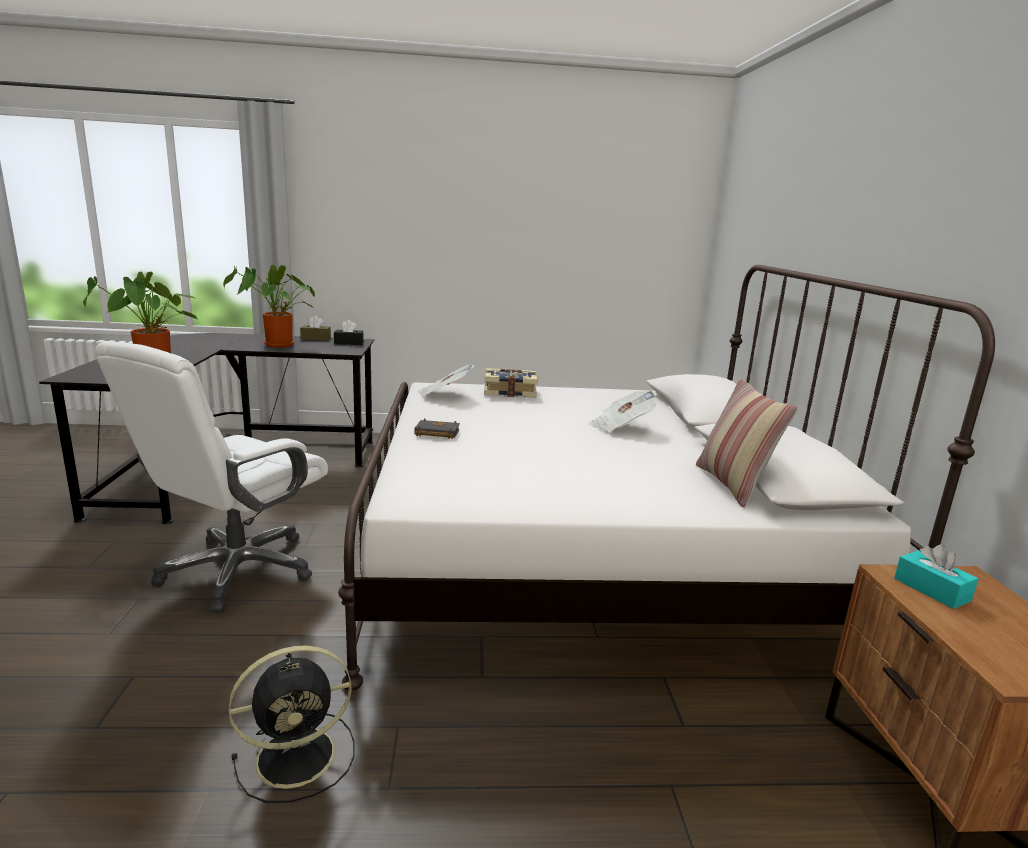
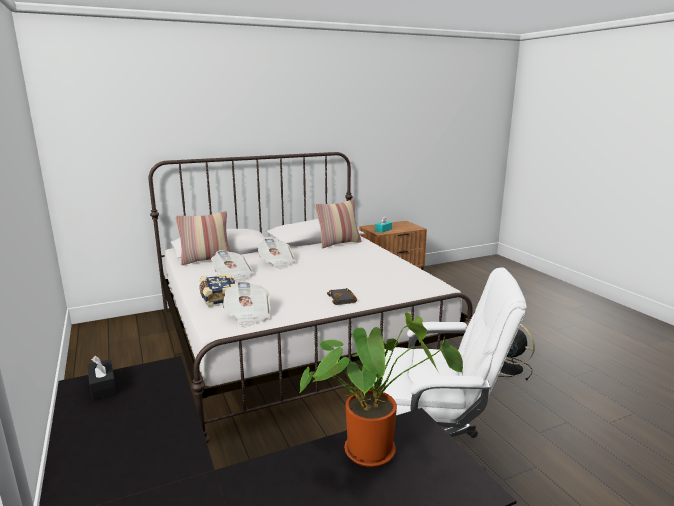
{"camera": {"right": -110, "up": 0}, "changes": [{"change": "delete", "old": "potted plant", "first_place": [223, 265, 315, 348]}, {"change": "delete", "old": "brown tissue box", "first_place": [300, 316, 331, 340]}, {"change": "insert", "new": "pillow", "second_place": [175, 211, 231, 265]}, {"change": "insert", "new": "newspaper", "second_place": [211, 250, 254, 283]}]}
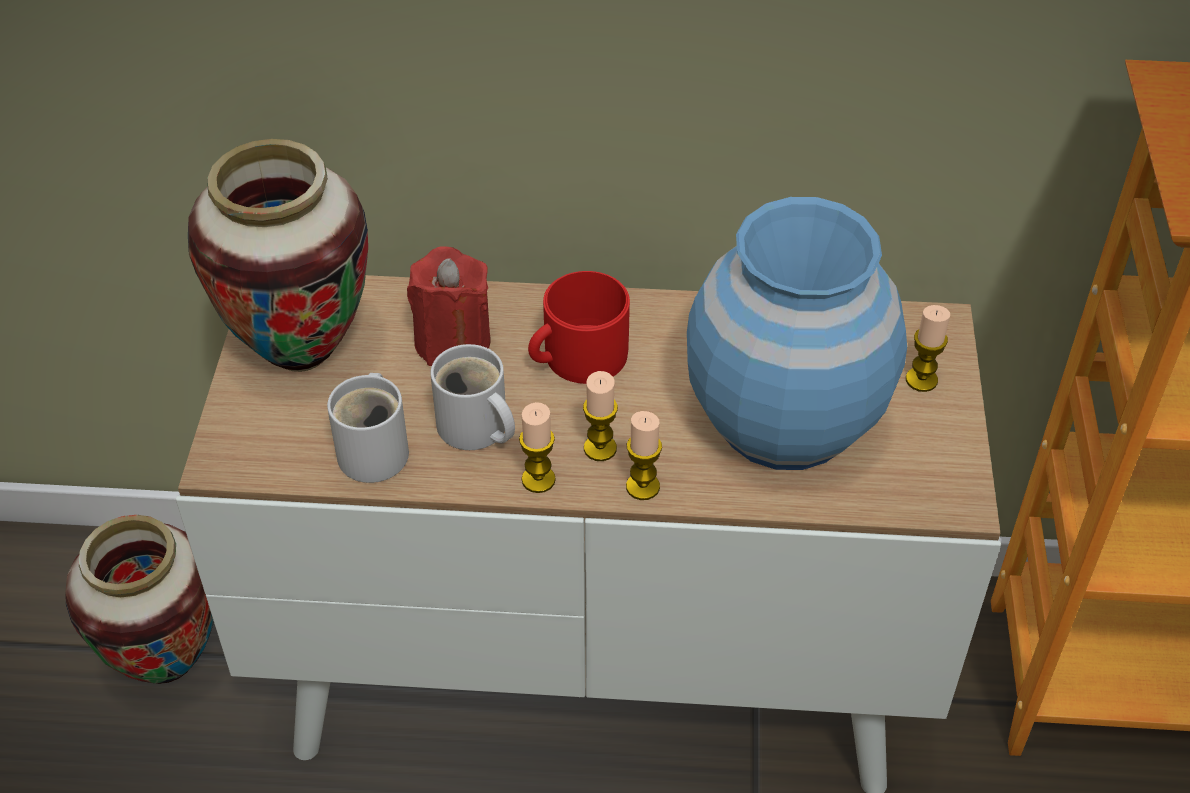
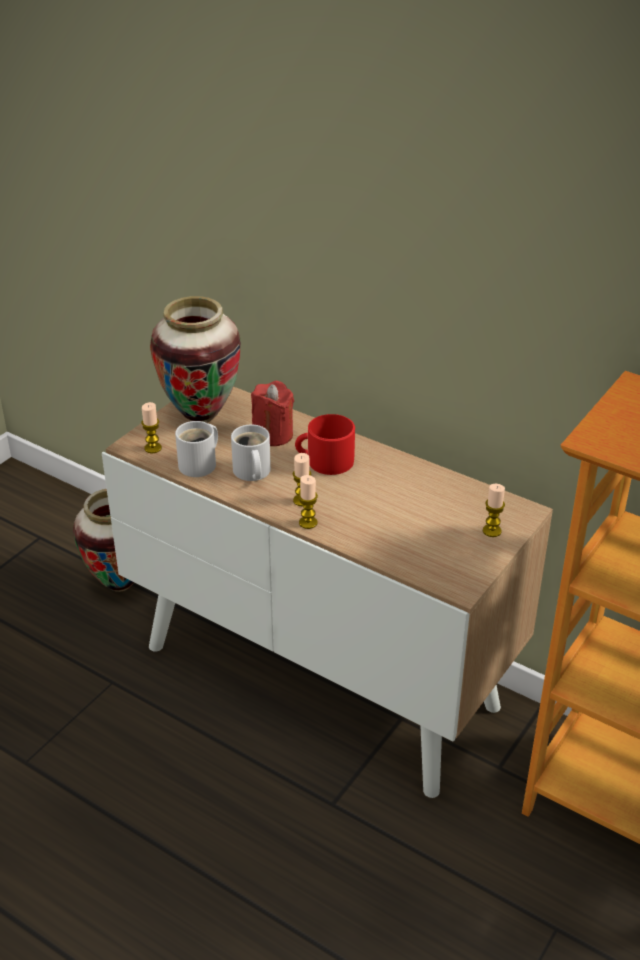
{"camera": {"right": 30, "up": -10}, "changes": [{"change": "move", "old": "candle", "first_place": [519, 402, 556, 493], "second_place": [141, 402, 162, 453]}, {"change": "delete", "old": "blue vase", "first_place": [687, 197, 907, 470]}]}
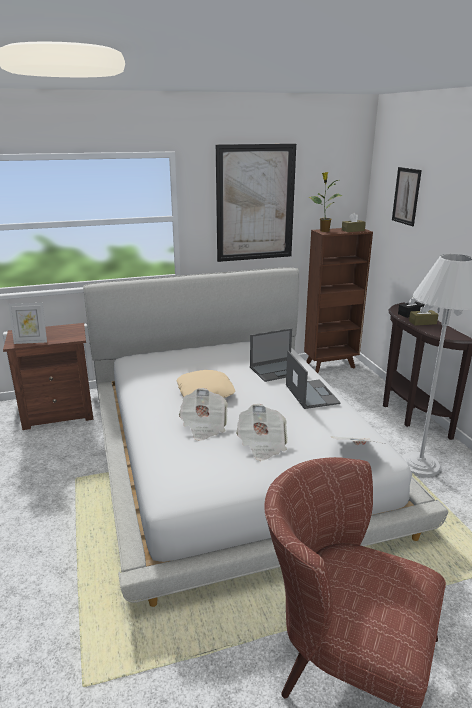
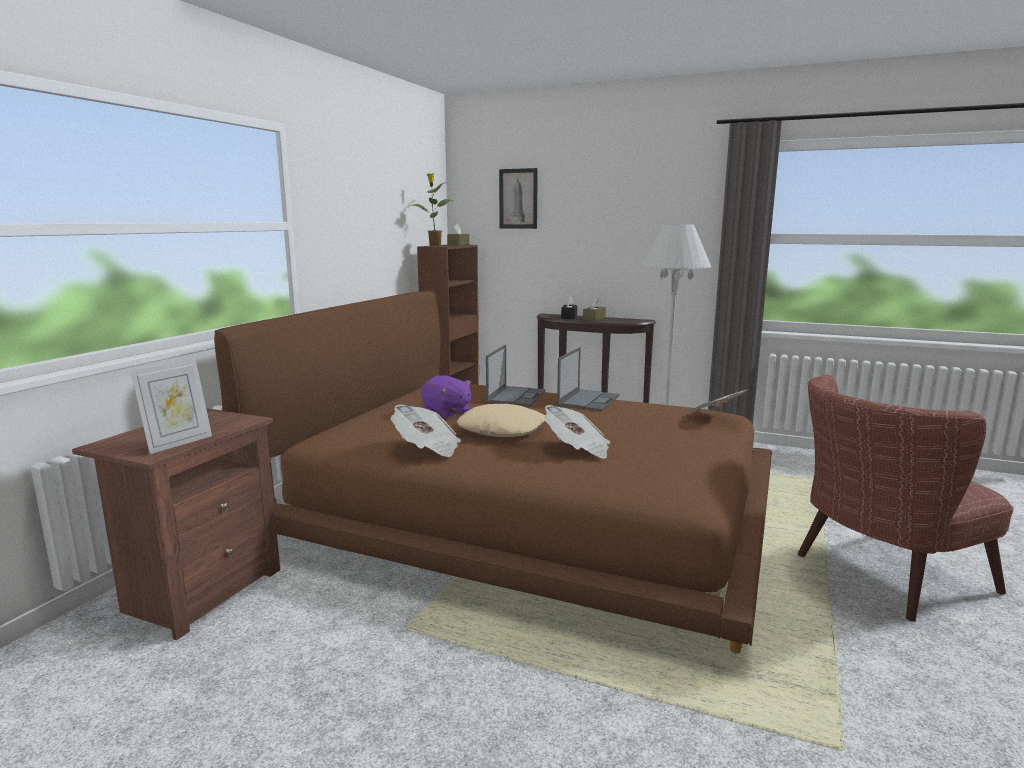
{"camera": {"right": -50, "up": -10}, "changes": [{"change": "recolor", "old": "white bed", "new": "brown bed", "first_place": [83, 267, 448, 607], "second_place": [214, 291, 772, 654]}, {"change": "delete", "old": "picture", "first_place": [216, 144, 296, 262]}, {"change": "move", "old": "newspaper", "first_place": [236, 404, 288, 461], "second_place": [391, 404, 461, 457]}, {"change": "rotate", "old": "laptop", "first_place": [286, 350, 341, 409], "second_place": [557, 347, 620, 411], "degrees": 90}, {"change": "insert", "new": "purple plush toy", "second_place": [421, 376, 471, 418]}]}
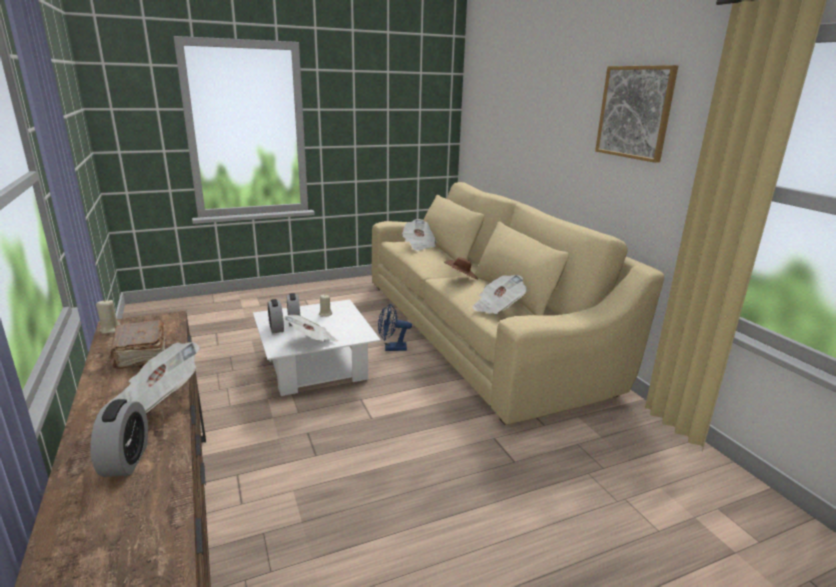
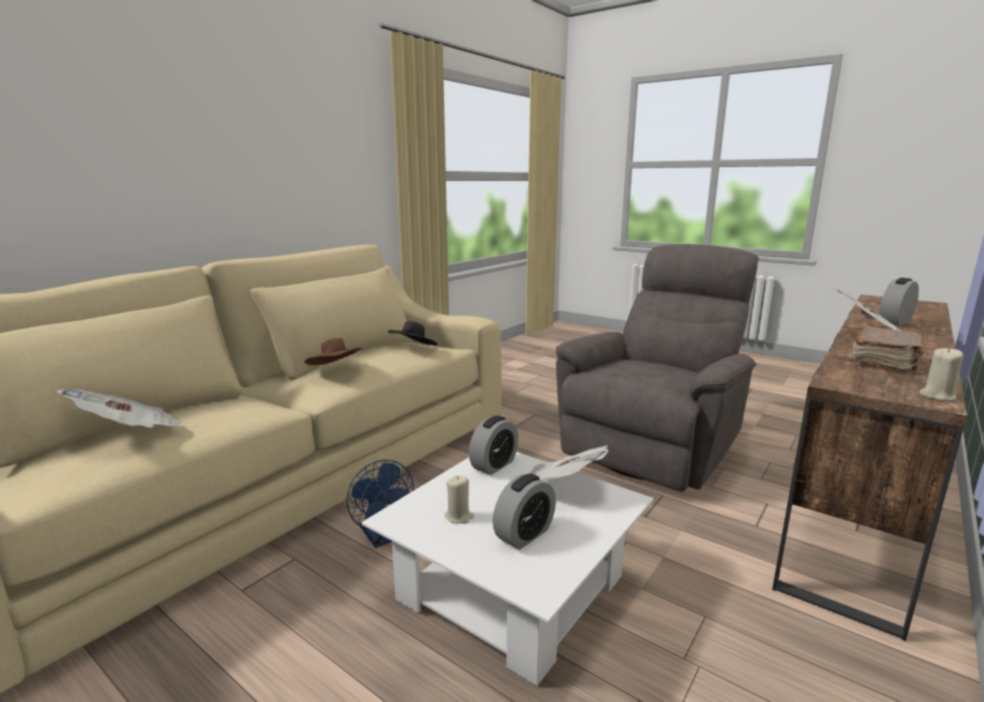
{"camera": {"right": -120, "up": -5}, "changes": [{"change": "move", "old": "alarm clock", "first_place": [268, 299, 284, 333], "second_place": [469, 416, 518, 475]}, {"change": "replace", "old": "newspaper", "new": "black hat", "first_place": [472, 275, 527, 315], "second_place": [388, 322, 437, 345]}, {"change": "delete", "old": "picture", "first_place": [595, 65, 678, 163]}, {"change": "insert", "new": "grey armchair", "second_place": [556, 244, 759, 492]}]}
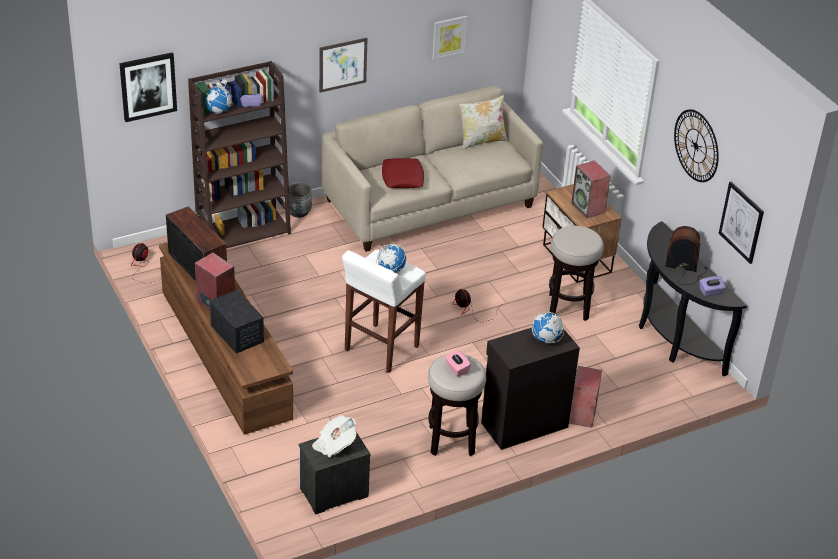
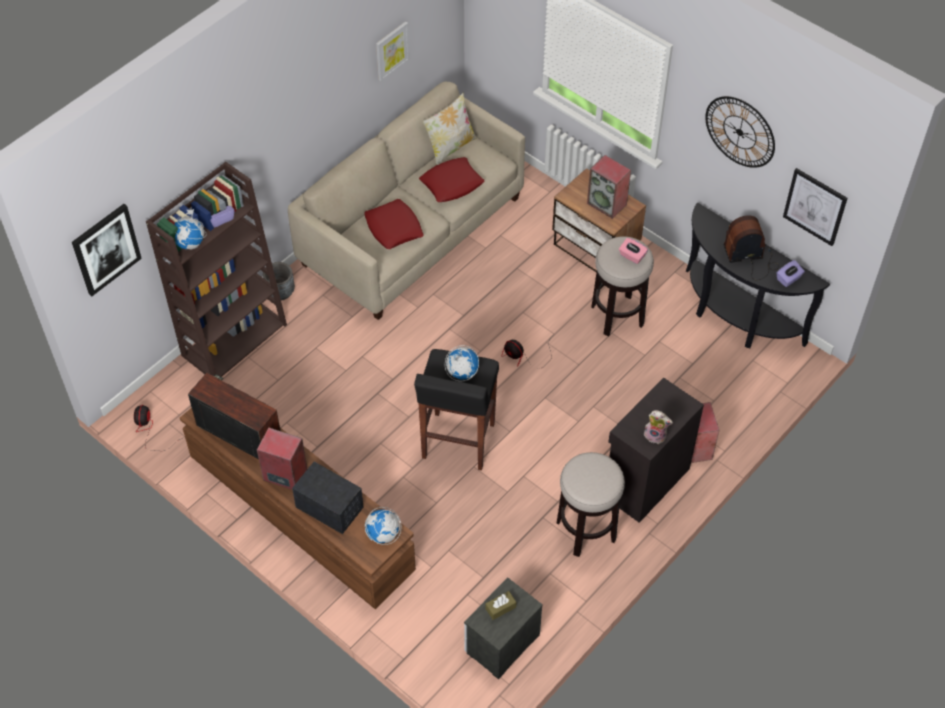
{"camera": {"right": -20, "up": 15}, "changes": [{"change": "replace", "old": "newspaper", "new": "brown tissue box", "first_place": [312, 415, 357, 458], "second_place": [485, 591, 516, 620]}, {"change": "delete", "old": "picture", "first_place": [319, 38, 368, 93]}, {"change": "recolor", "old": "white stool", "new": "black stool", "first_place": [342, 250, 426, 373], "second_place": [414, 349, 499, 470]}, {"change": "move", "old": "pink tissue box", "first_place": [445, 350, 471, 376], "second_place": [619, 238, 648, 264]}, {"change": "move", "old": "globe", "first_place": [532, 311, 564, 343], "second_place": [365, 507, 402, 545]}, {"change": "insert", "new": "red pillow", "second_place": [419, 157, 485, 202]}, {"change": "insert", "new": "plush toy", "second_place": [644, 410, 673, 444]}]}
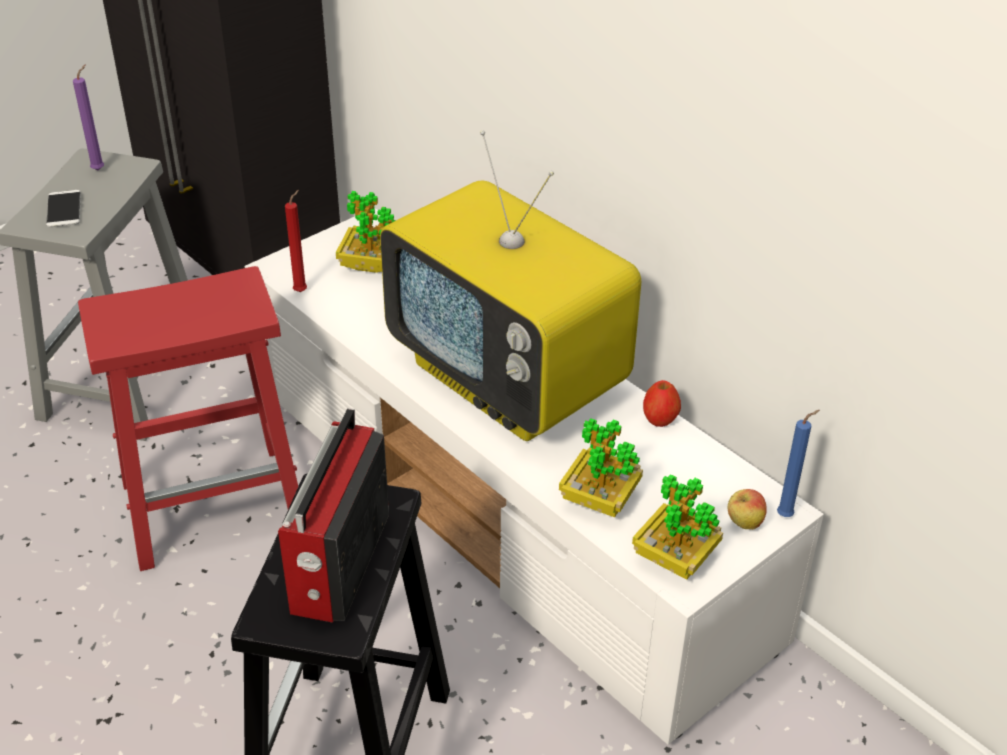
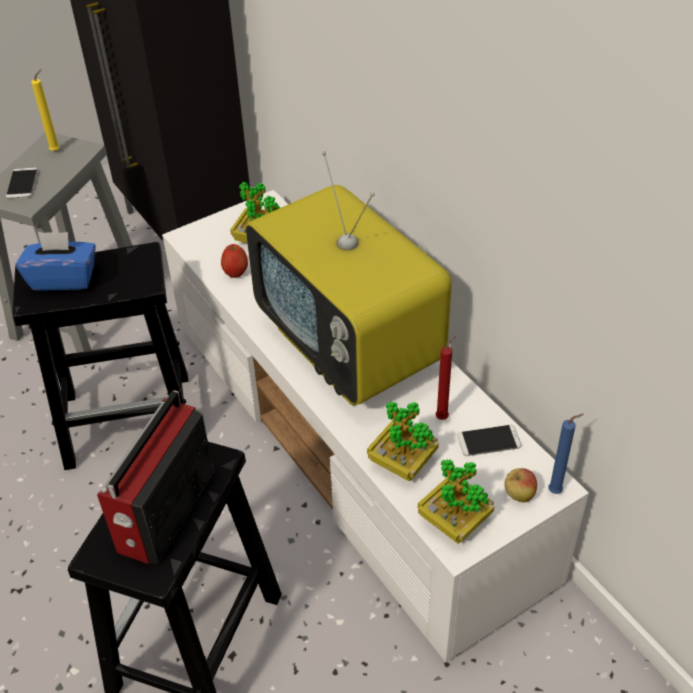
{"camera": {"right": 10, "up": 5}, "changes": [{"change": "recolor", "old": "purple candle", "new": "yellow candle", "first_place": [73, 65, 104, 170], "second_place": [31, 69, 60, 151]}, {"change": "recolor", "old": "red stool", "new": "black stool", "first_place": [78, 266, 298, 571], "second_place": [13, 242, 188, 470]}, {"change": "move", "old": "red candle", "first_place": [285, 190, 307, 292], "second_place": [435, 336, 456, 420]}, {"change": "move", "old": "apple", "first_place": [643, 380, 681, 427], "second_place": [221, 244, 248, 278]}, {"change": "insert", "new": "blue tissue box", "second_place": [16, 232, 96, 291]}, {"change": "insert", "new": "phone", "second_place": [457, 425, 521, 456]}]}
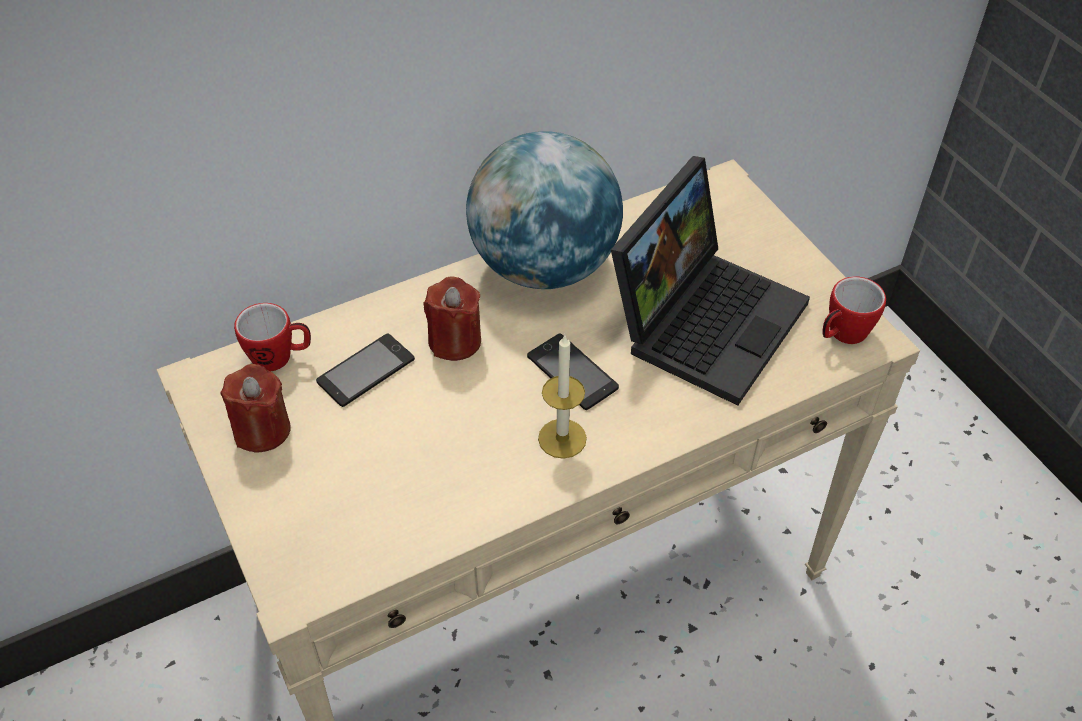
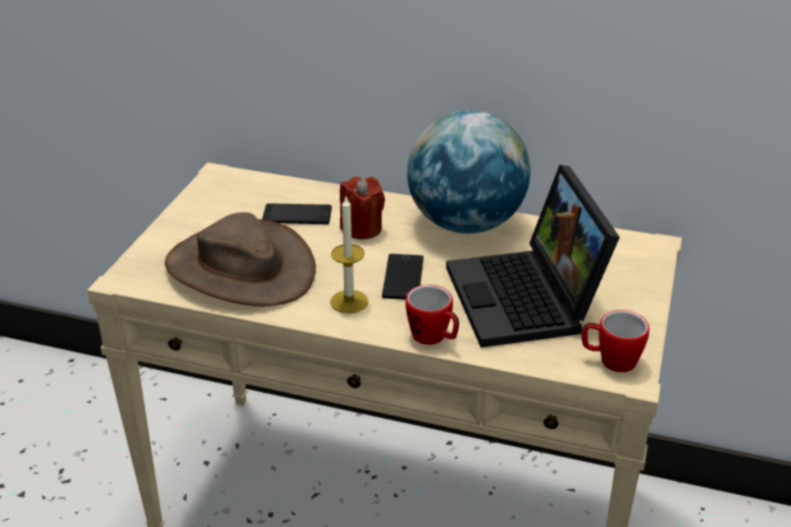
{"camera": {"right": 45, "up": -15}, "changes": [{"change": "delete", "old": "red candle", "first_place": [220, 364, 290, 452]}, {"change": "move", "old": "mug", "first_place": [234, 303, 311, 371], "second_place": [406, 284, 459, 345]}, {"change": "rotate", "old": "laptop", "first_place": [611, 156, 810, 406], "second_place": [446, 165, 620, 348], "degrees": 90}, {"change": "insert", "new": "brown hat", "second_place": [165, 212, 316, 306]}]}
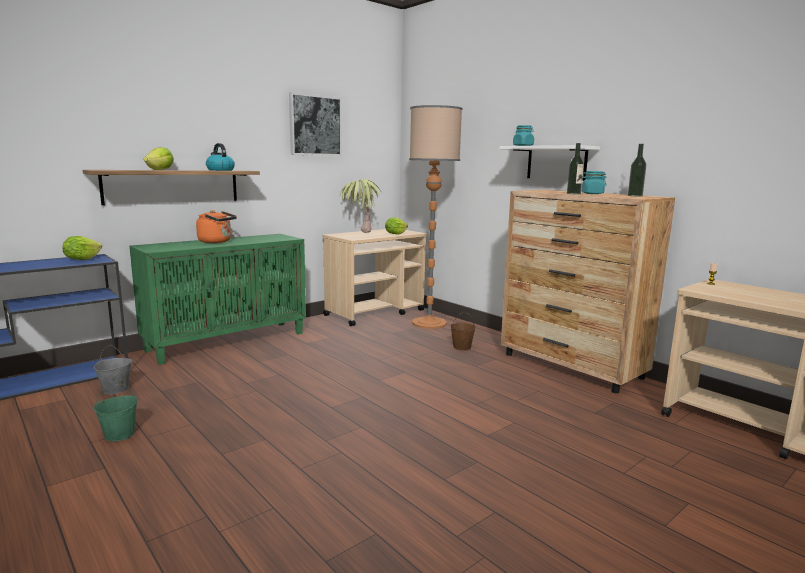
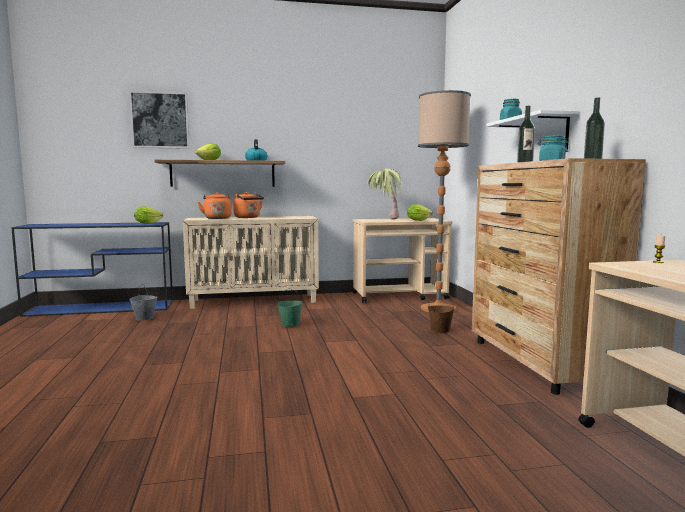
{"camera": {"right": 30, "up": -5}, "changes": [{"change": "move", "old": "green bucket", "first_place": [94, 382, 138, 441], "second_place": [277, 288, 303, 327]}, {"change": "recolor", "old": "green cabinet", "new": "beige cabinet", "first_place": [129, 234, 306, 365], "second_place": [183, 216, 319, 309]}, {"change": "move", "old": "picture", "first_place": [289, 92, 342, 156], "second_place": [129, 90, 190, 149]}, {"change": "insert", "new": "orange kettle", "second_place": [198, 192, 232, 219]}]}
